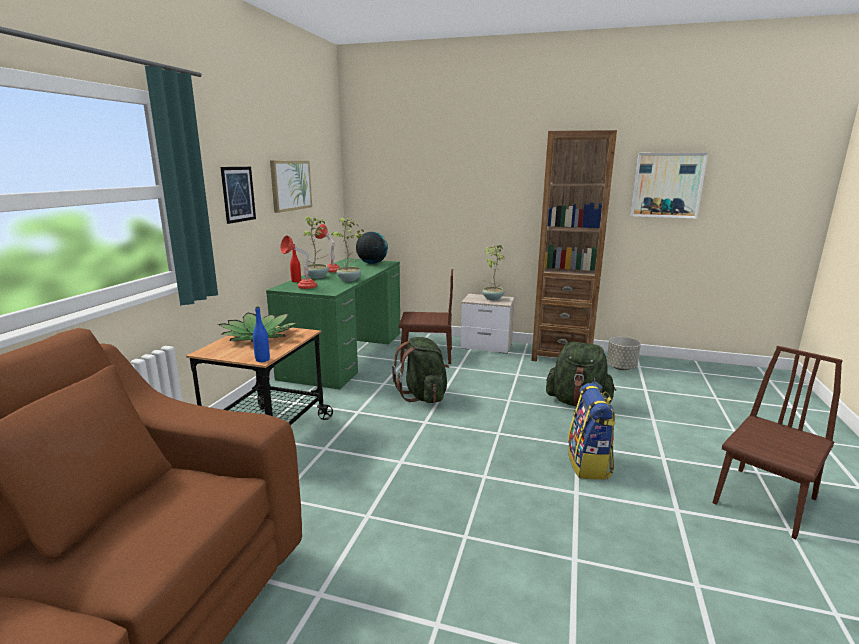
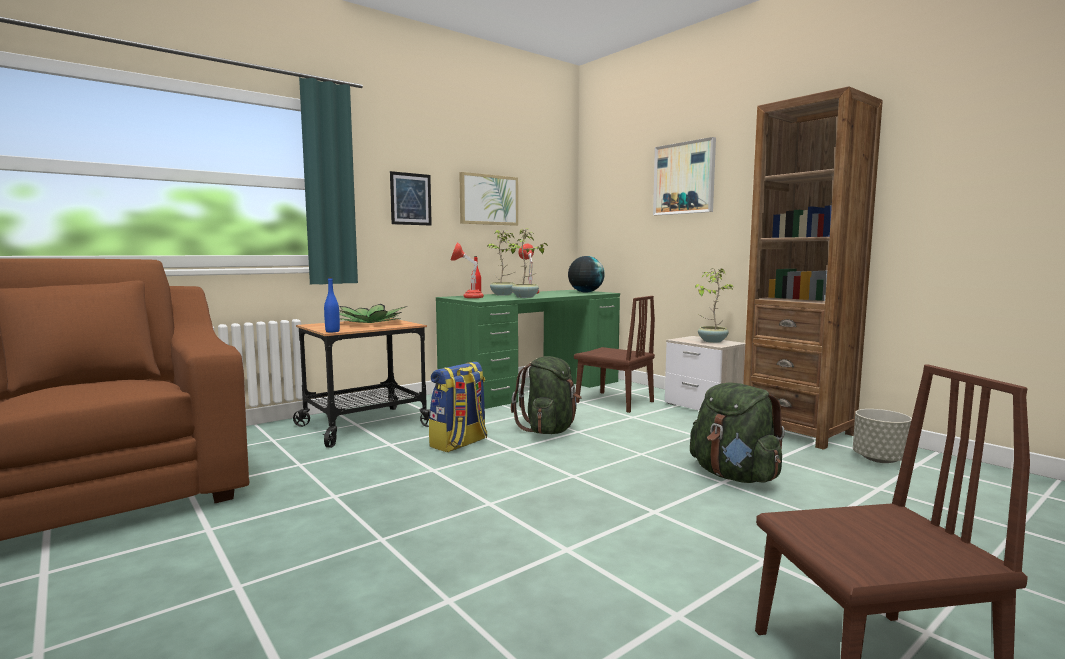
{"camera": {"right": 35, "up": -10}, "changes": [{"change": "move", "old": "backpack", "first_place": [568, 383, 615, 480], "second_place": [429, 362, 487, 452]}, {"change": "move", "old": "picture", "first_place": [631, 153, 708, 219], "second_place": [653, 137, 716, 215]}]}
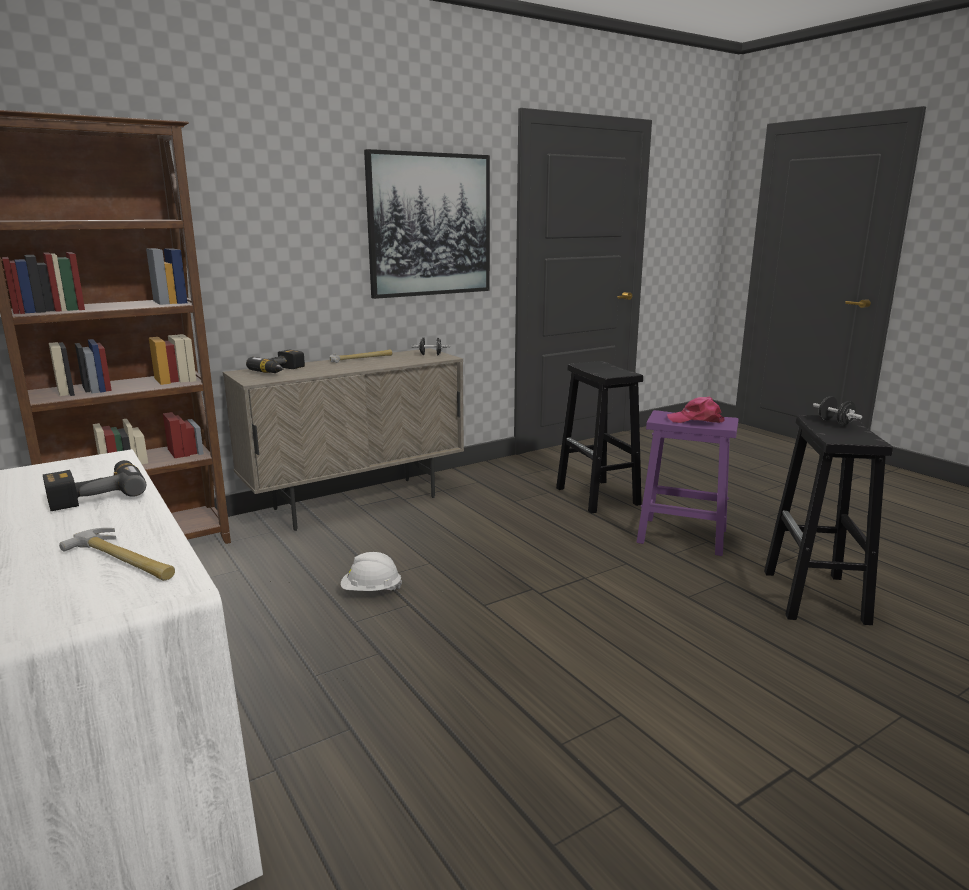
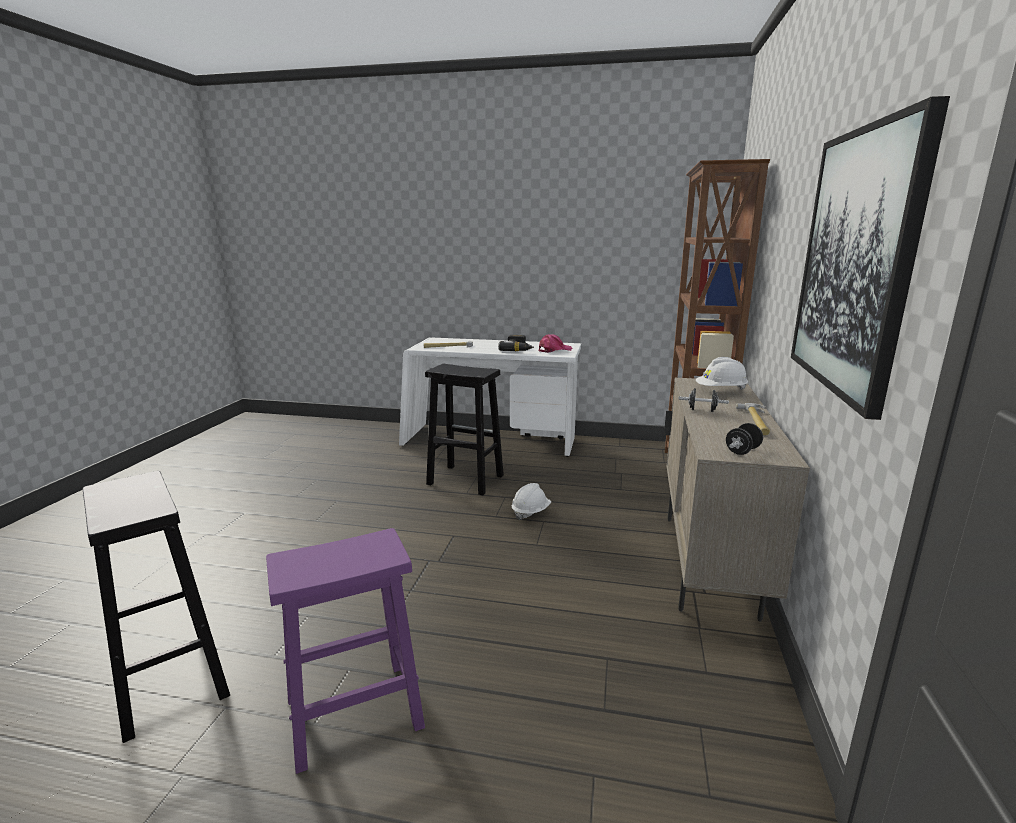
{"camera": {"right": 135, "up": 0}, "changes": [{"change": "replace", "old": "power drill", "new": "white hard hat", "first_place": [246, 350, 305, 373], "second_place": [696, 357, 748, 390]}, {"change": "move", "old": "black stool", "first_place": [556, 361, 643, 514], "second_place": [425, 364, 504, 495]}, {"change": "move", "old": "pink cap", "first_place": [667, 396, 725, 423], "second_place": [539, 334, 572, 353]}, {"change": "move", "old": "black dumbbell", "first_place": [813, 396, 862, 425], "second_place": [678, 388, 729, 412]}]}
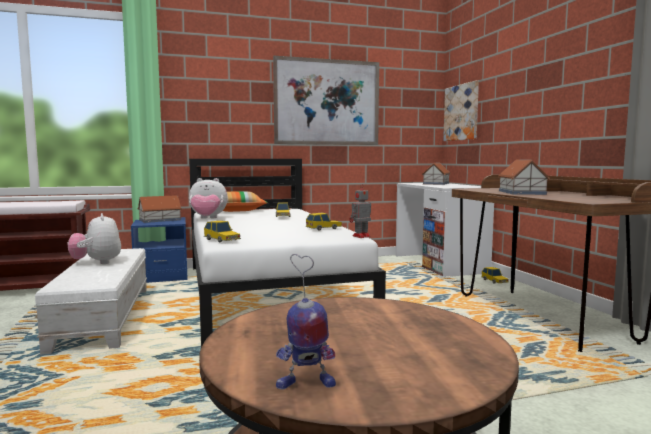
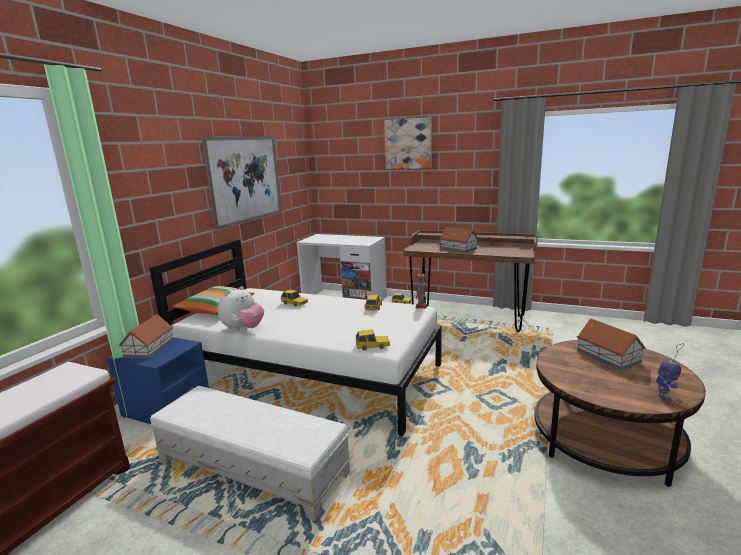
{"camera": {"right": -50, "up": 10}, "changes": [{"change": "delete", "old": "plush toy", "first_place": [68, 213, 121, 264]}, {"change": "move", "old": "toy house", "first_place": [422, 163, 450, 185], "second_place": [577, 319, 646, 371]}, {"change": "move", "old": "picture", "first_place": [443, 81, 479, 141], "second_place": [384, 117, 432, 169]}]}
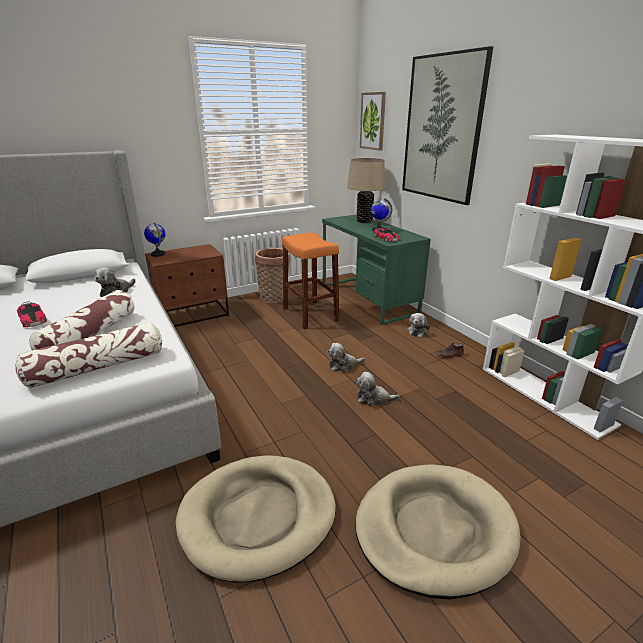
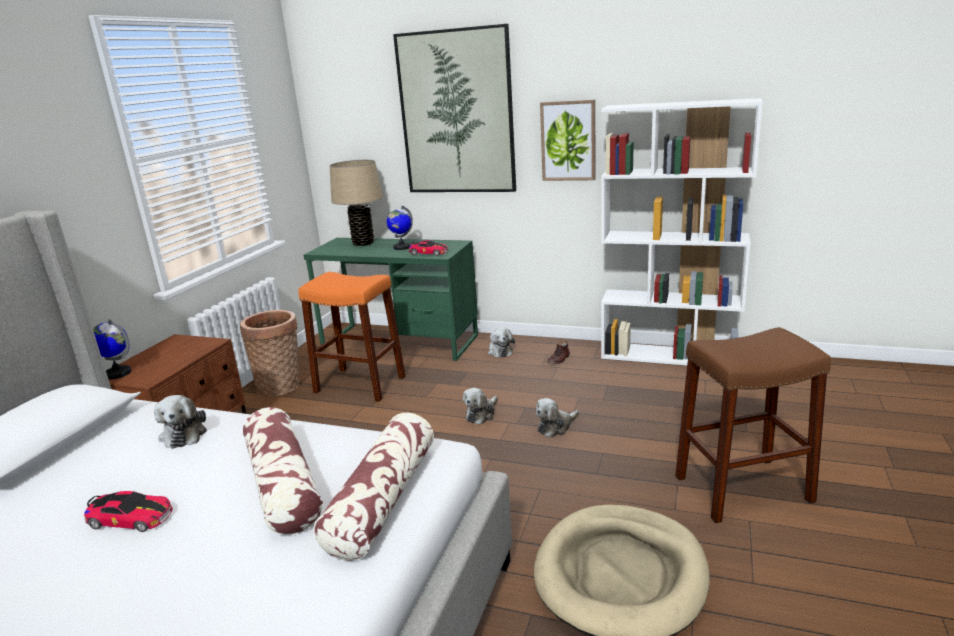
{"camera": {"right": -40, "up": -5}, "changes": [{"change": "replace", "old": "beige dog bed", "new": "brown stool", "first_place": [355, 464, 521, 599], "second_place": [675, 327, 831, 523]}, {"change": "move", "old": "picture", "first_place": [360, 92, 386, 151], "second_place": [540, 100, 596, 181]}]}
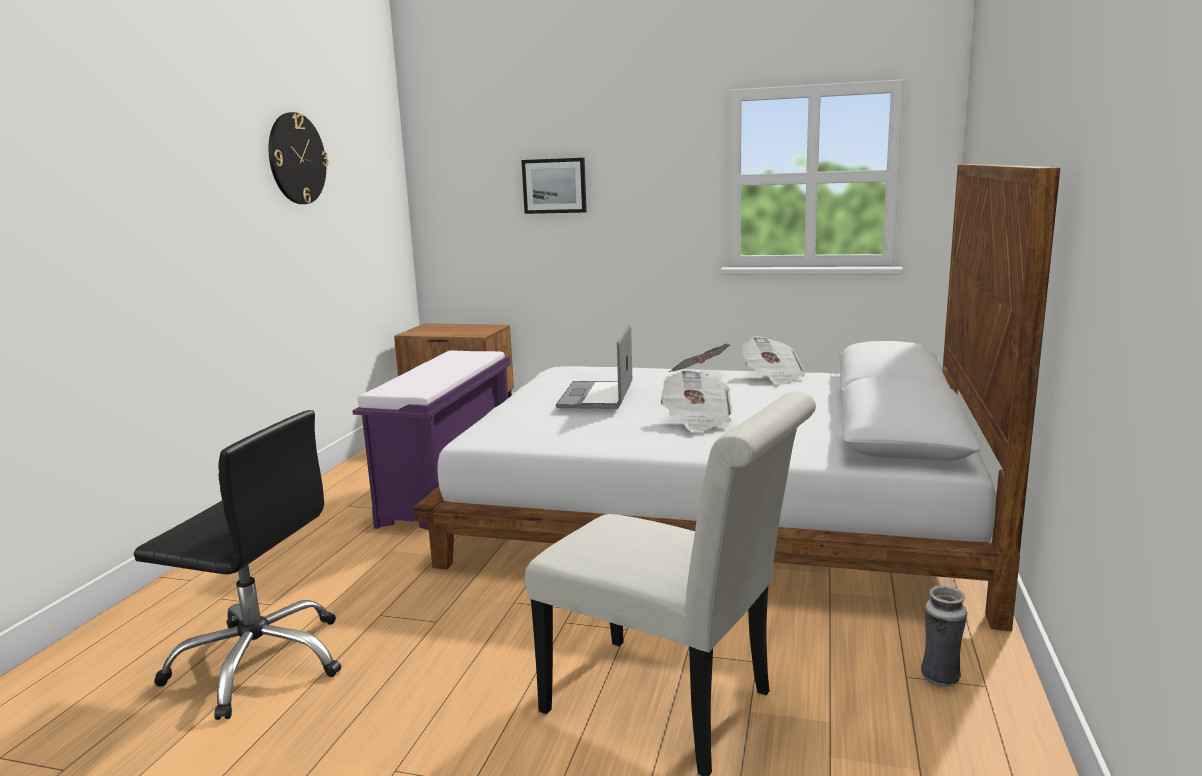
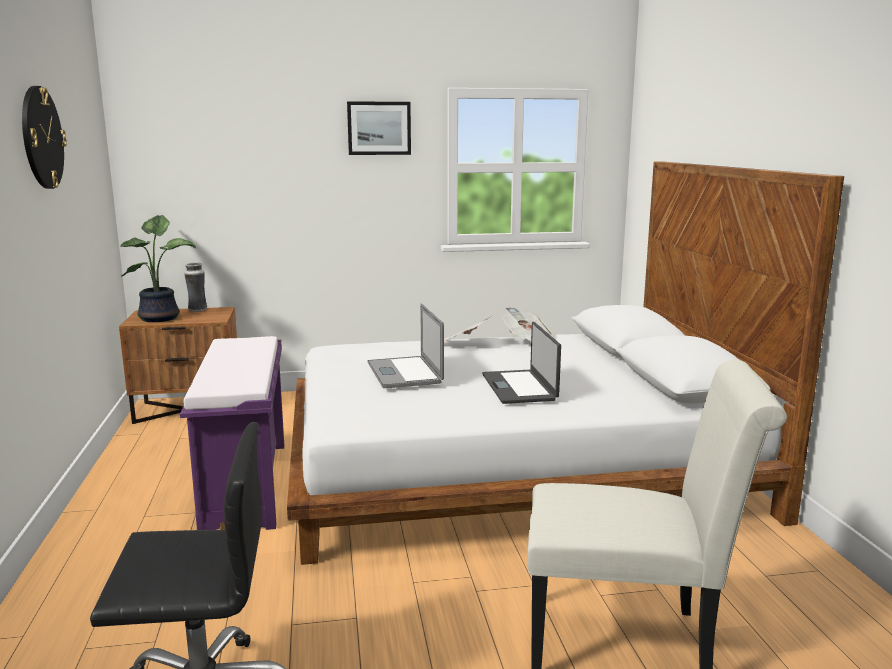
{"camera": {"right": -25, "up": 0}, "changes": [{"change": "move", "old": "picture", "first_place": [521, 158, 587, 214], "second_place": [347, 101, 411, 155]}, {"change": "replace", "old": "newspaper", "new": "laptop", "first_place": [660, 370, 732, 432], "second_place": [482, 322, 561, 404]}, {"change": "move", "old": "vase", "first_place": [921, 585, 967, 686], "second_place": [184, 263, 207, 312]}, {"change": "insert", "new": "potted plant", "second_place": [120, 215, 196, 322]}]}
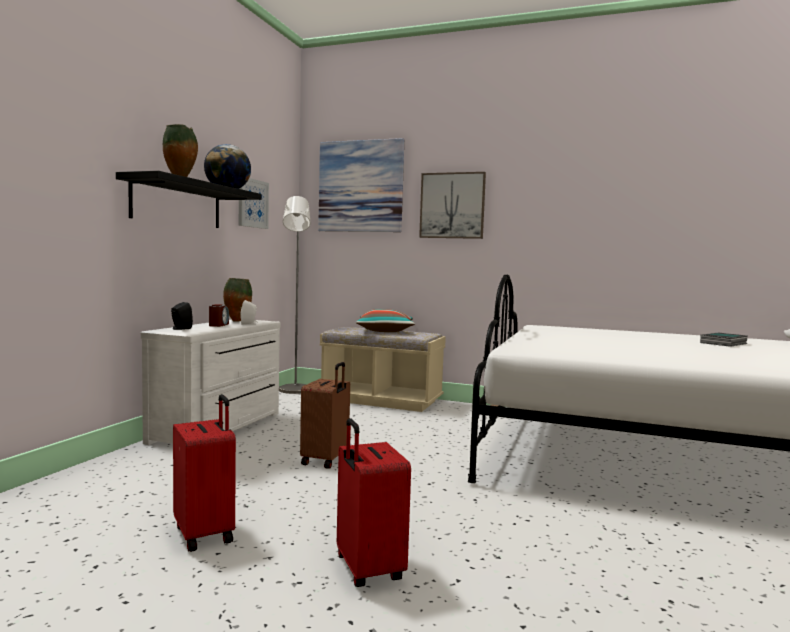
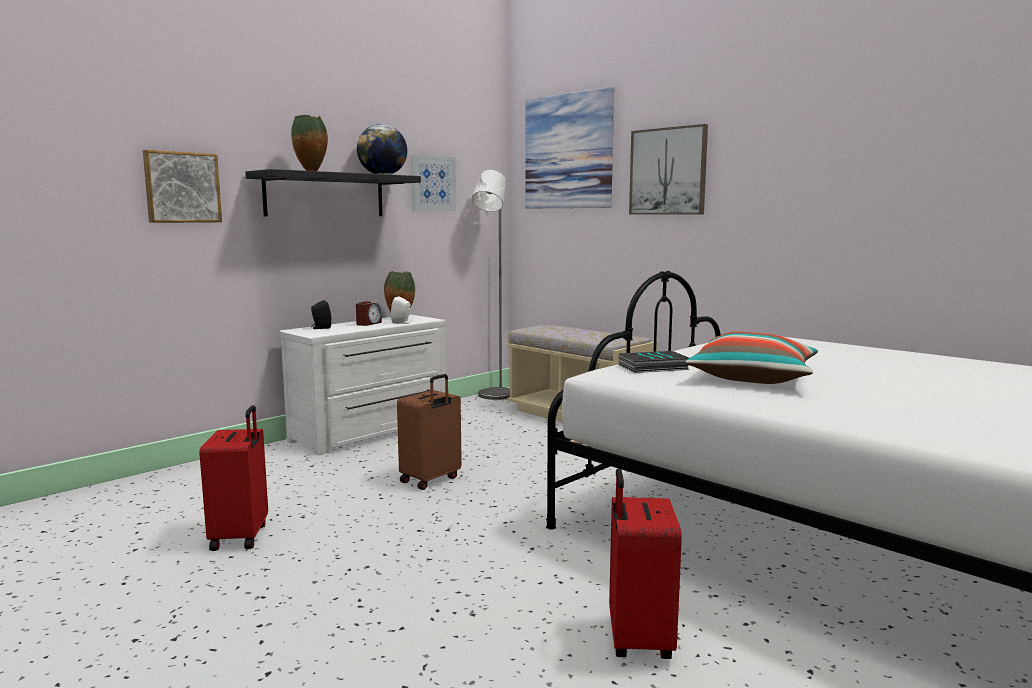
{"camera": {"right": 25, "up": 5}, "changes": [{"change": "move", "old": "red suitcase", "first_place": [337, 418, 411, 587], "second_place": [609, 468, 682, 659]}, {"change": "move", "old": "pillow", "first_place": [356, 309, 415, 332], "second_place": [686, 331, 818, 384]}, {"change": "move", "old": "book", "first_place": [700, 333, 747, 347], "second_place": [619, 351, 690, 373]}, {"change": "insert", "new": "picture", "second_place": [143, 150, 222, 223]}]}
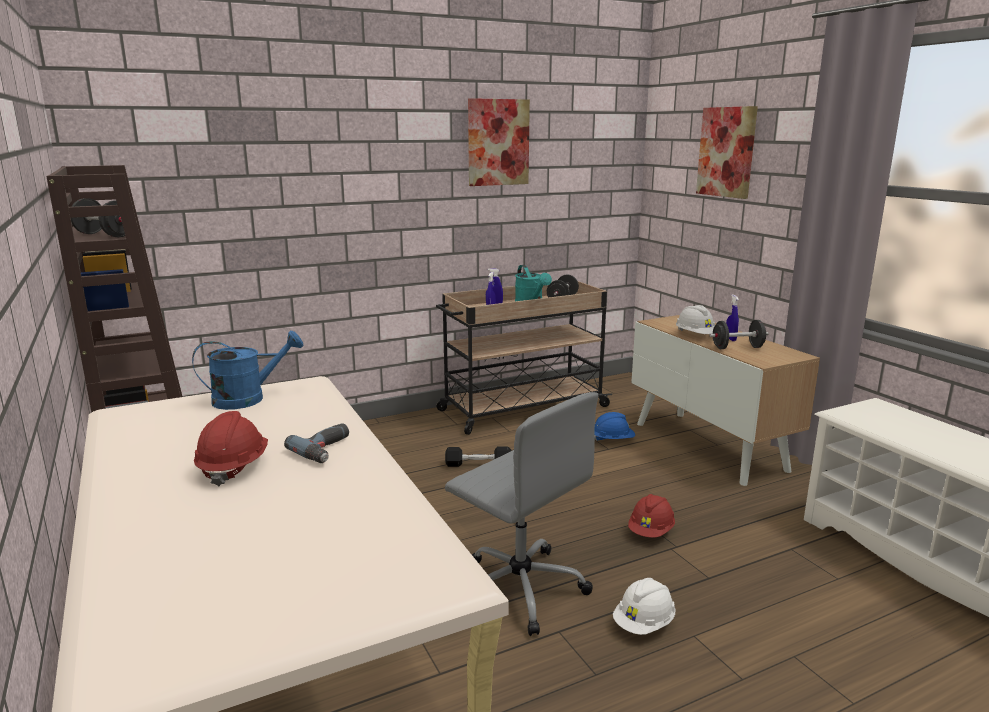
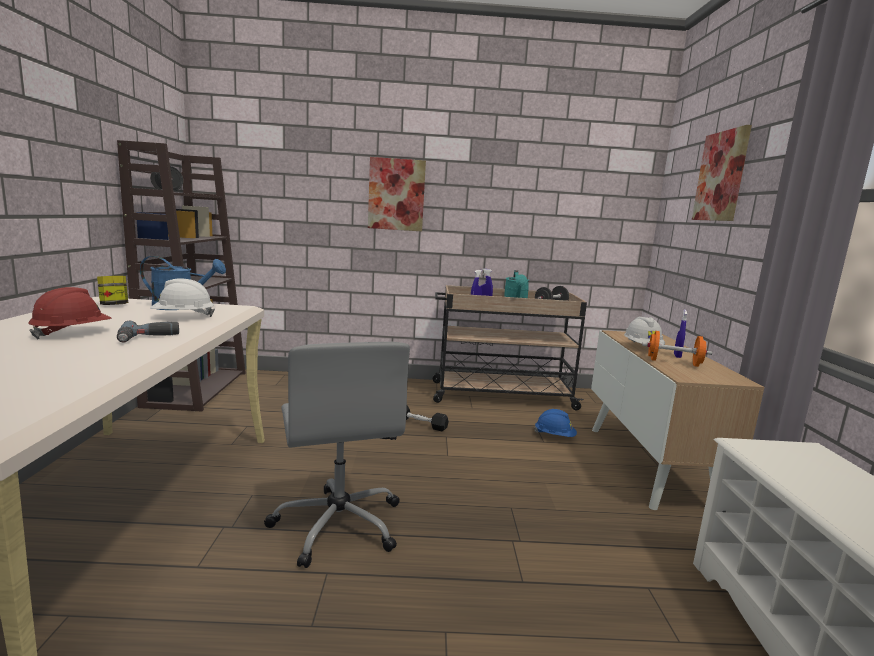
{"camera": {"right": 25, "up": -5}, "changes": [{"change": "move", "old": "picture", "first_place": [468, 98, 530, 186], "second_place": [368, 157, 426, 231]}, {"change": "move", "old": "white hard hat", "first_place": [613, 578, 675, 635], "second_place": [150, 278, 215, 317]}, {"change": "delete", "old": "red hard hat", "first_place": [628, 494, 675, 538]}, {"change": "recolor", "old": "black dumbbell", "new": "orange dumbbell", "first_place": [710, 320, 768, 349], "second_place": [642, 331, 712, 367]}, {"change": "insert", "new": "jar", "second_place": [97, 276, 128, 305]}]}
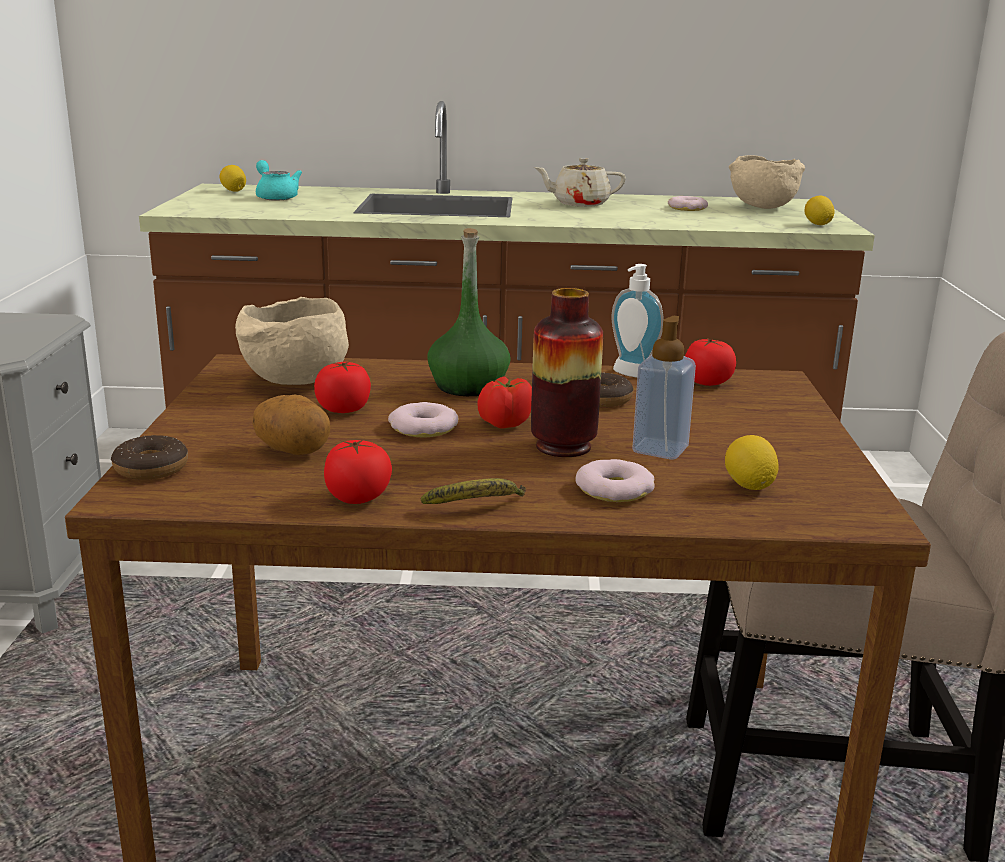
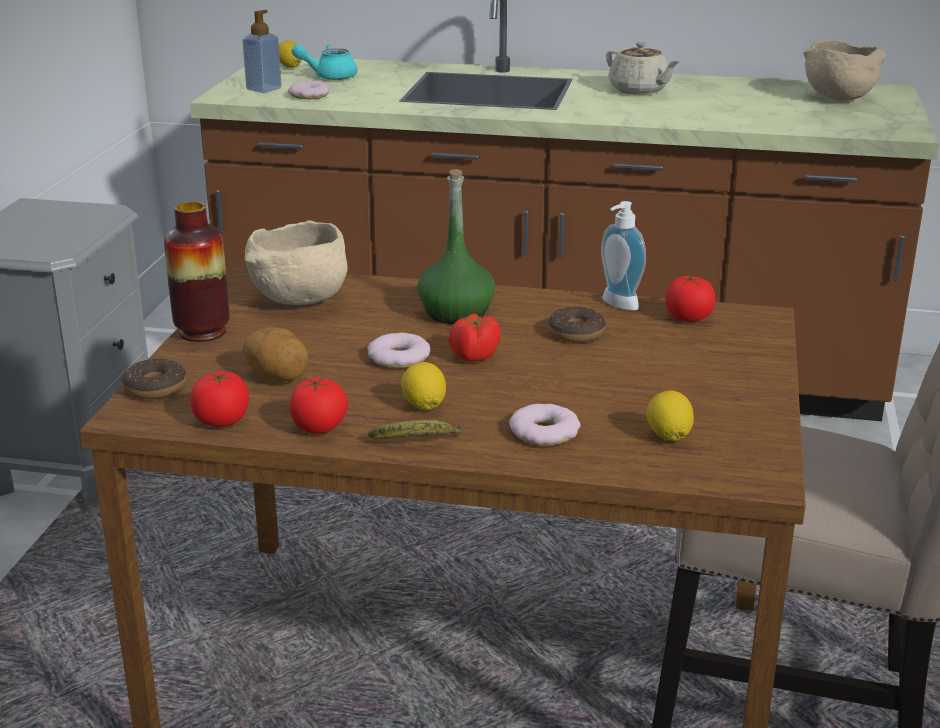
{"camera": {"right": 10, "up": 5}, "changes": [{"change": "rotate", "old": "turquoise teapot", "first_place": [256, 160, 302, 201], "second_place": [292, 44, 357, 80], "degrees": -75}, {"change": "move", "old": "tomato", "first_place": [314, 362, 371, 413], "second_place": [190, 371, 249, 427]}, {"change": "move", "old": "vase", "first_place": [531, 288, 603, 457], "second_place": [164, 201, 230, 342]}, {"change": "rotate", "old": "beige teapot", "first_place": [534, 158, 626, 207], "second_place": [606, 42, 680, 94], "degrees": -135}, {"change": "move", "old": "soap dispenser", "first_place": [632, 316, 696, 459], "second_place": [242, 10, 282, 93]}, {"change": "move", "old": "donut", "first_place": [668, 196, 708, 211], "second_place": [288, 81, 330, 99]}, {"change": "move", "old": "lemon", "first_place": [805, 196, 834, 225], "second_place": [401, 362, 446, 410]}]}
